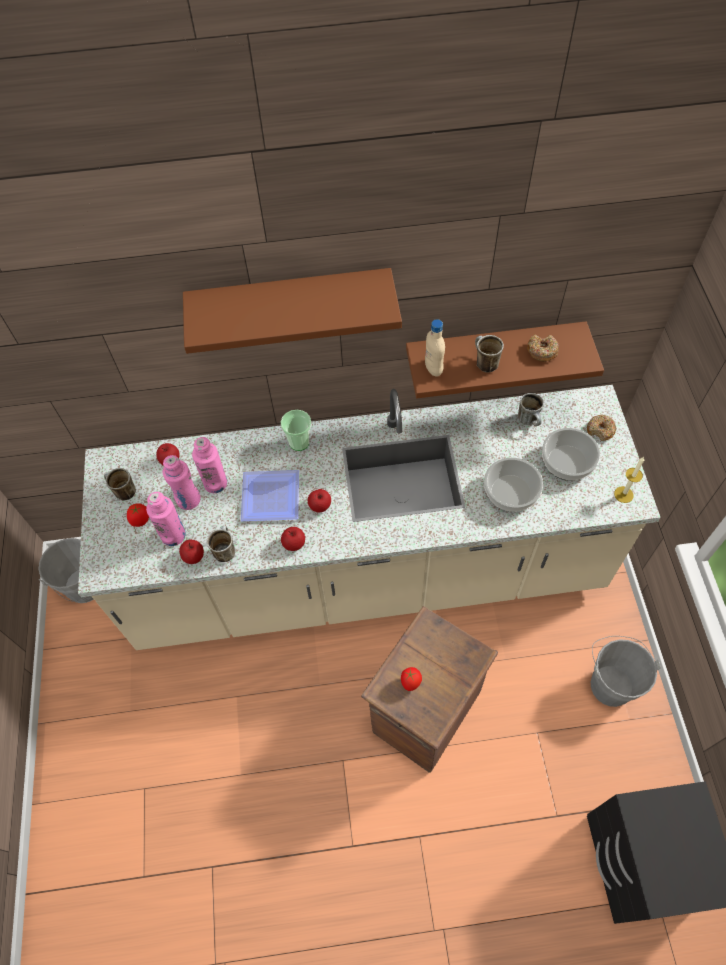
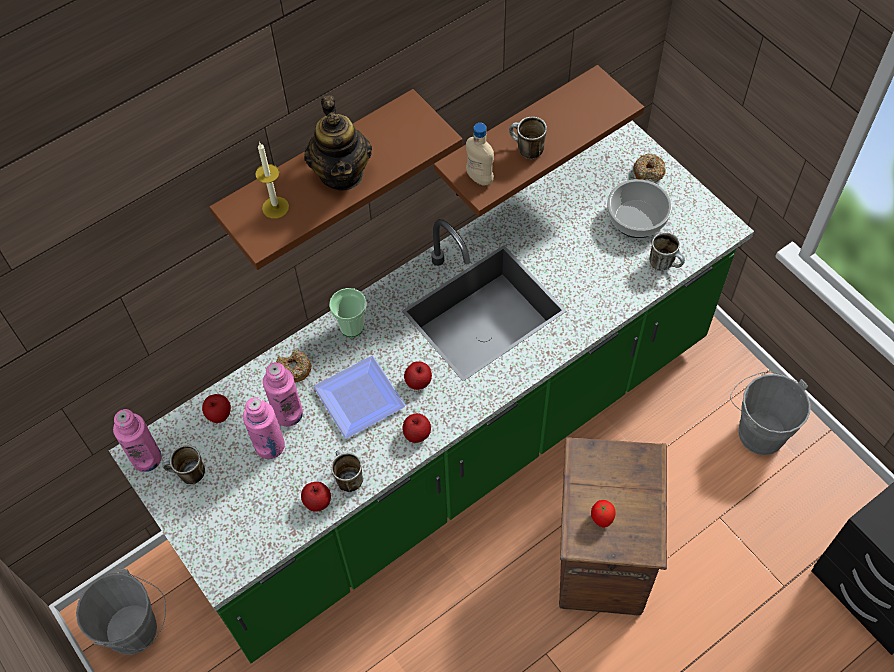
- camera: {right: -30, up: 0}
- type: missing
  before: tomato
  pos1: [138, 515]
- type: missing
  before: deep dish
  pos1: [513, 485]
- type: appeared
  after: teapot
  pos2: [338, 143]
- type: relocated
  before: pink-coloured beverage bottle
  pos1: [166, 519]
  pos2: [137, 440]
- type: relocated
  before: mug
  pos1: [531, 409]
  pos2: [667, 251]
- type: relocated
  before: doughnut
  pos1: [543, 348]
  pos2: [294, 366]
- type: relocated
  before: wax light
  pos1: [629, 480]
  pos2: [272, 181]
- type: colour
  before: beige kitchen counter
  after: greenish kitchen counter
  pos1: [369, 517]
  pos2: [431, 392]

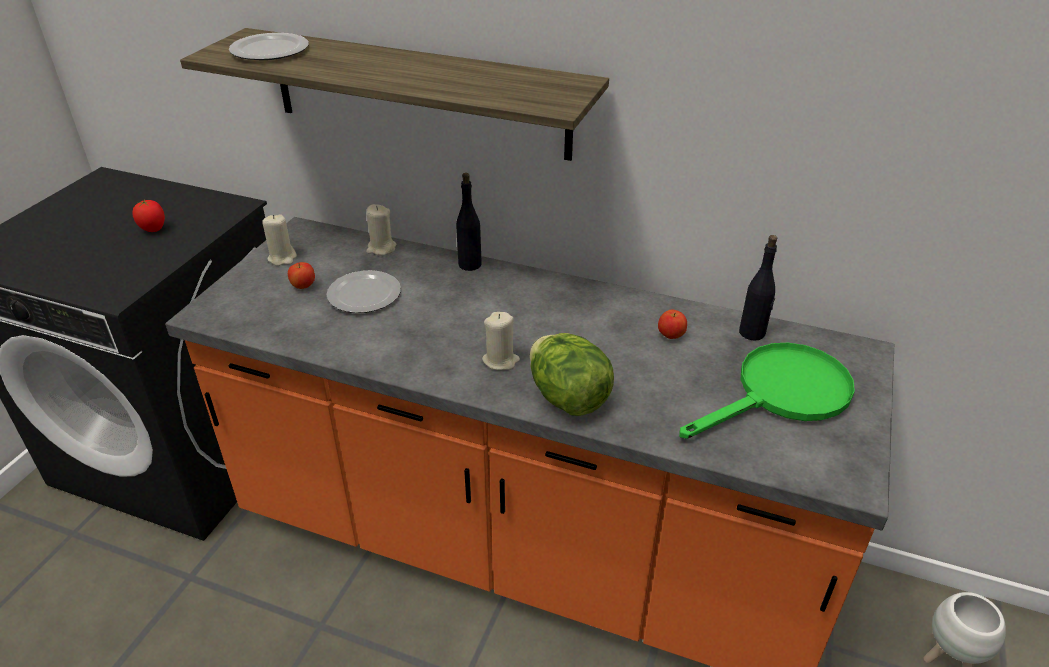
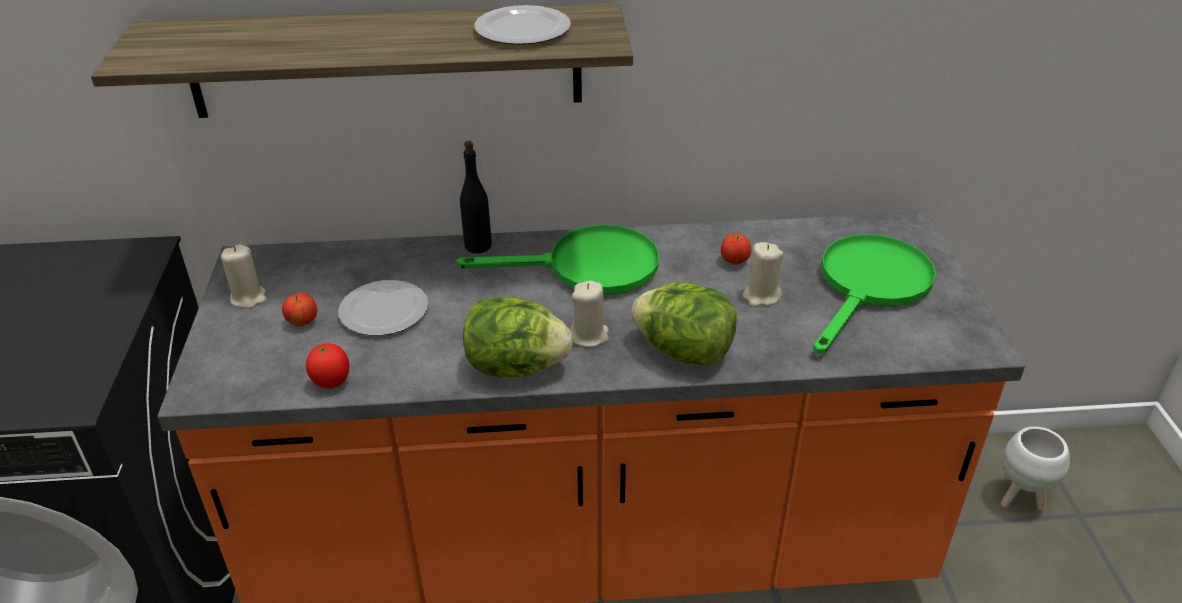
- camera: {right: -25, up: 0}
- type: missing
  before: blackish beverage bottle
  pos1: [758, 288]
- type: appeared
  after: greenish frying pan
  pos2: [557, 260]
- type: appeared
  after: head of lettuce
  pos2: [518, 337]
- type: relocated
  before: tomato
  pos1: [148, 216]
  pos2: [327, 365]
- type: relocated
  before: flat dish
  pos1: [269, 46]
  pos2: [522, 25]
- type: relocated
  before: beige wax light
  pos1: [381, 229]
  pos2: [763, 274]

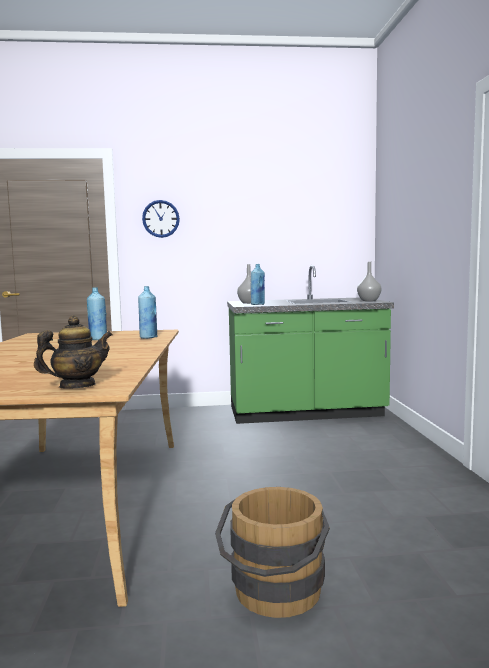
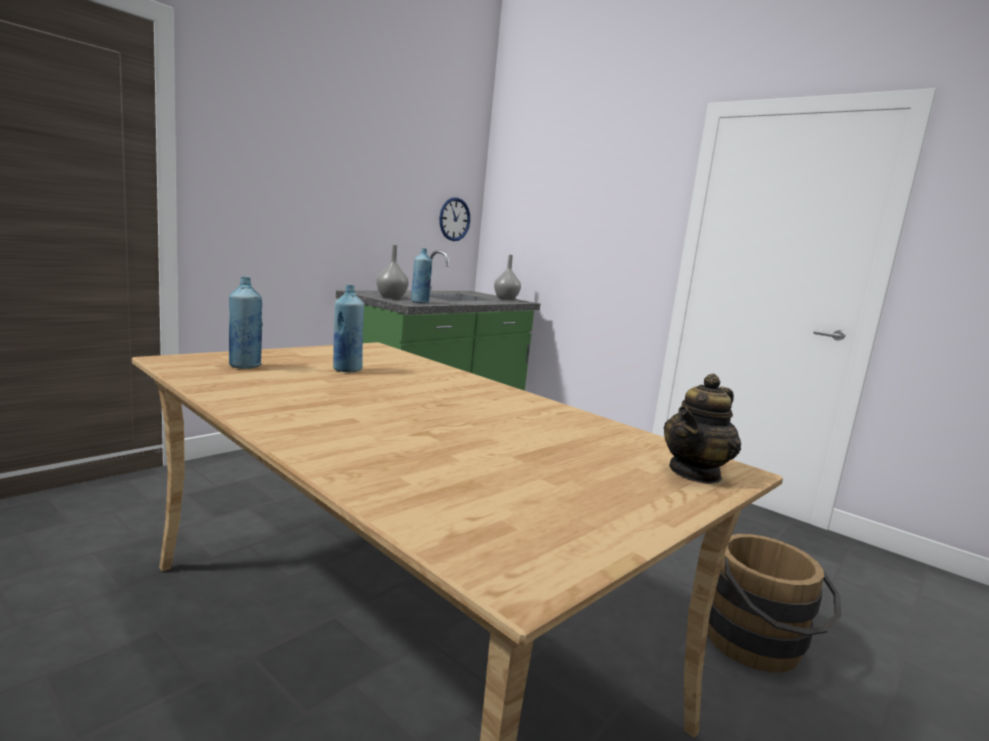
- camera: {right: -45, up: 5}
- type: relocated
  before: blue-coloured beverage bottle
  pos1: [147, 312]
  pos2: [246, 323]
- type: relocated
  before: clock on the wall
  pos1: [161, 219]
  pos2: [454, 219]
- type: spun
  before: teapot
  pos1: [73, 352]
  pos2: [702, 429]
  turn: -150

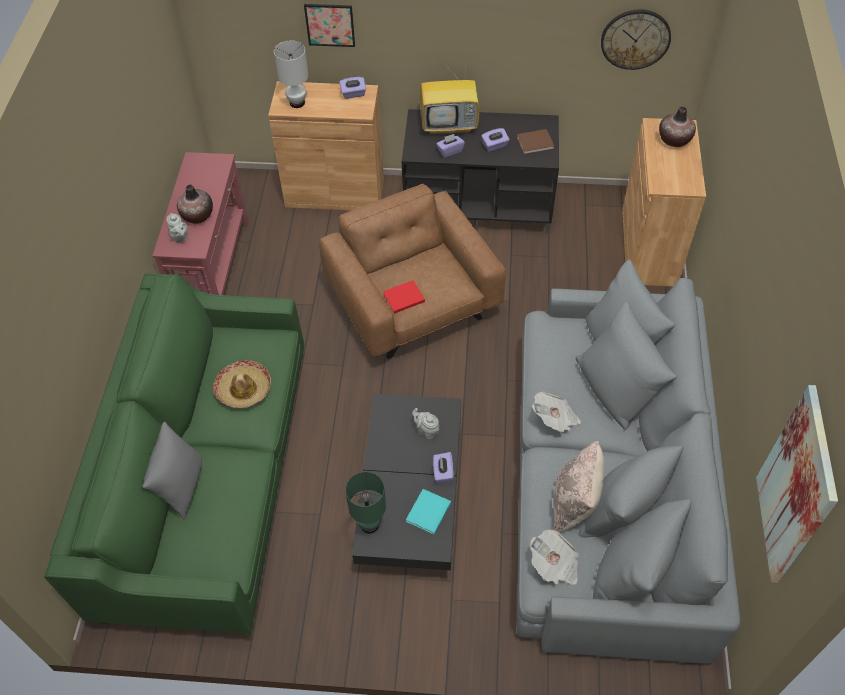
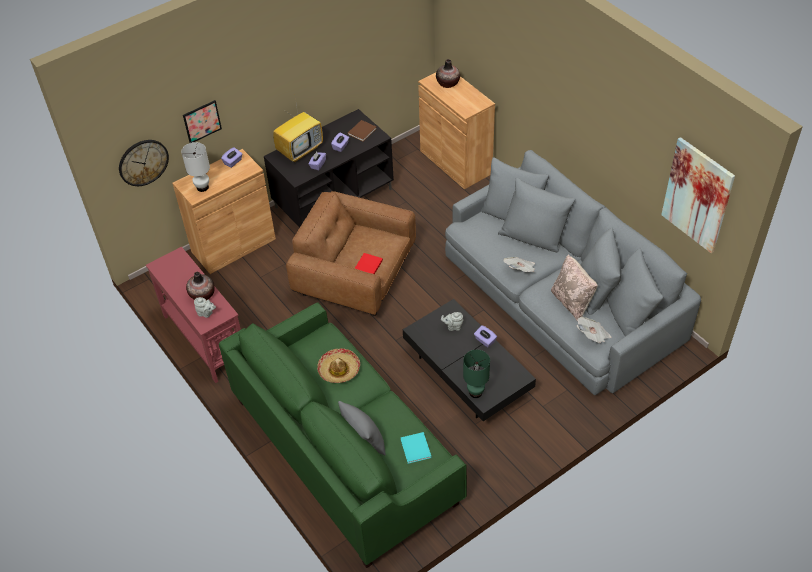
- camera: {right: -40, up: -5}
- type: relocated
  before: turquoise-coloured volume
  pos1: [428, 512]
  pos2: [416, 448]
- type: relocated
  before: clock on the wall
  pos1: [636, 39]
  pos2: [144, 163]

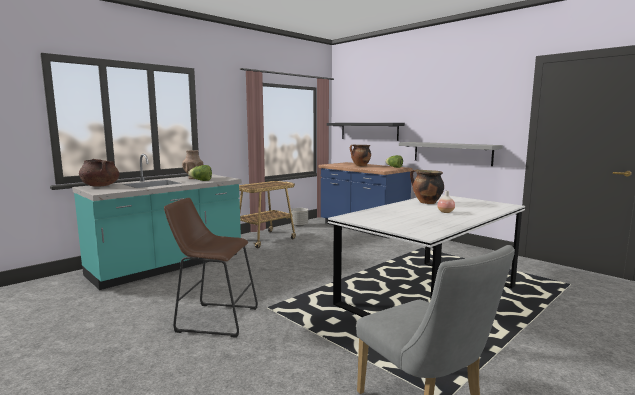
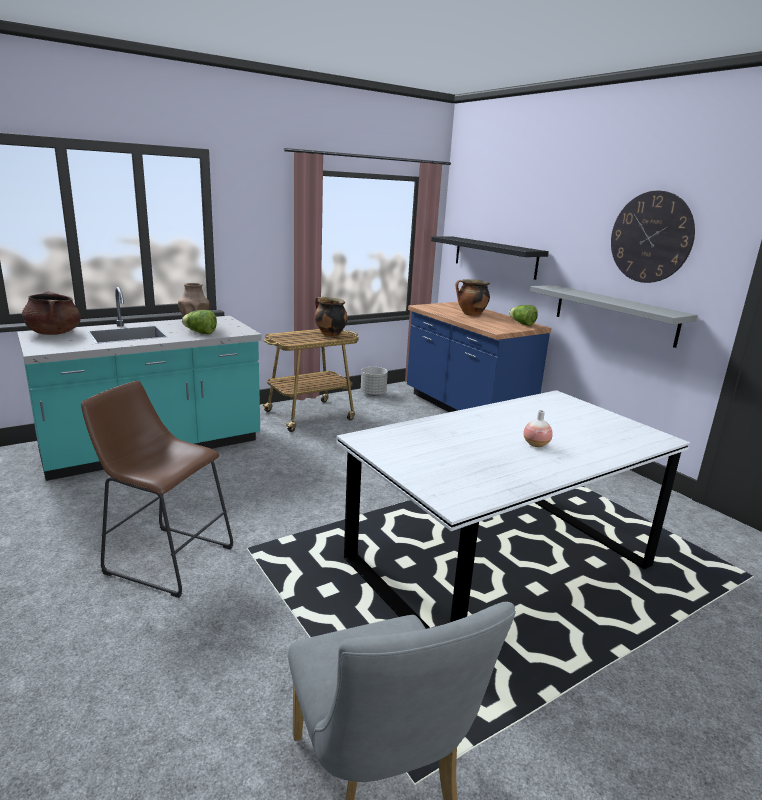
- camera: {right: 10, up: 10}
- type: appeared
  after: clock on the wall
  pos2: [653, 237]
- type: relocated
  before: cooking pot
  pos1: [427, 186]
  pos2: [331, 317]

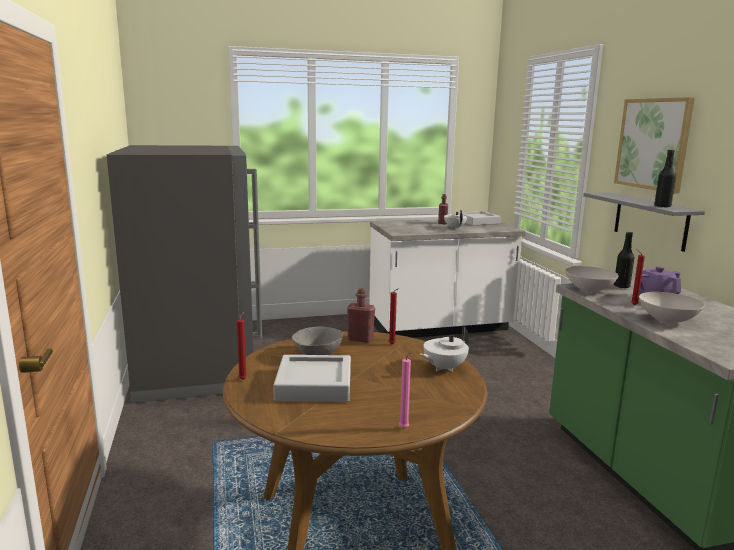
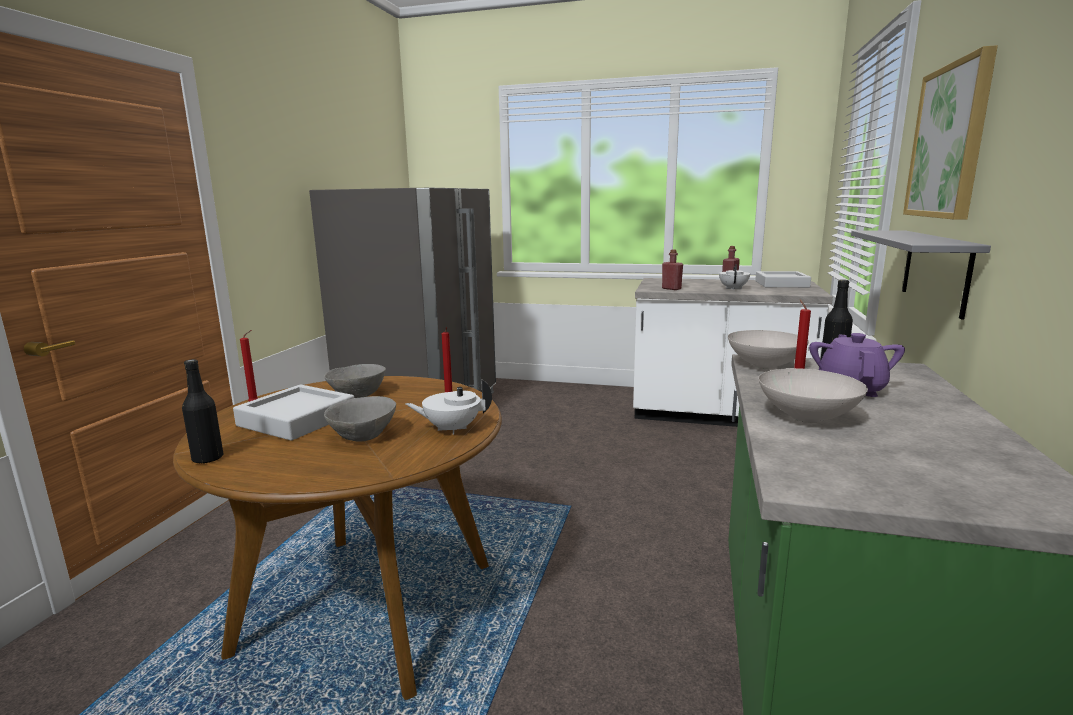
- camera: {right: 30, up: 0}
- type: missing
  before: pink-coloured wax light
  pos1: [406, 389]
- type: appeared
  after: grey deep dish
  pos2: [360, 419]
- type: relocated
  before: reddish beverage bottle
  pos1: [361, 315]
  pos2: [672, 269]
- type: relocated
  before: blackish beverage bottle
  pos1: [665, 179]
  pos2: [203, 411]

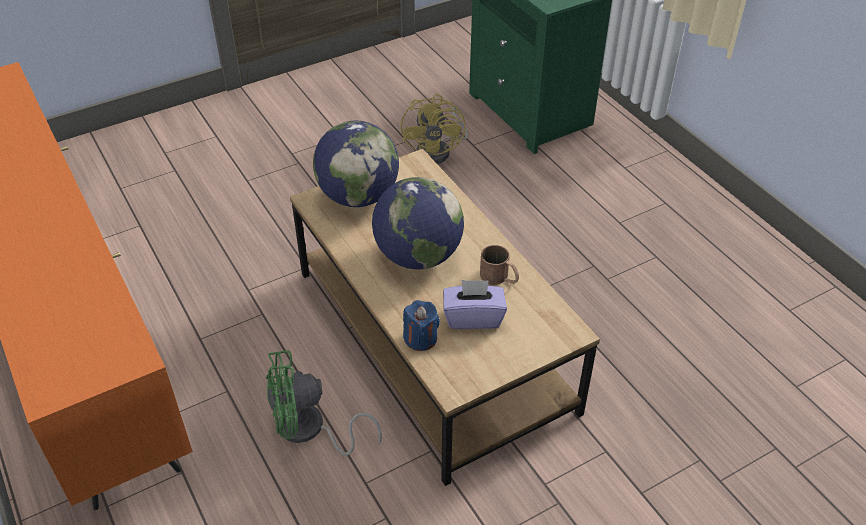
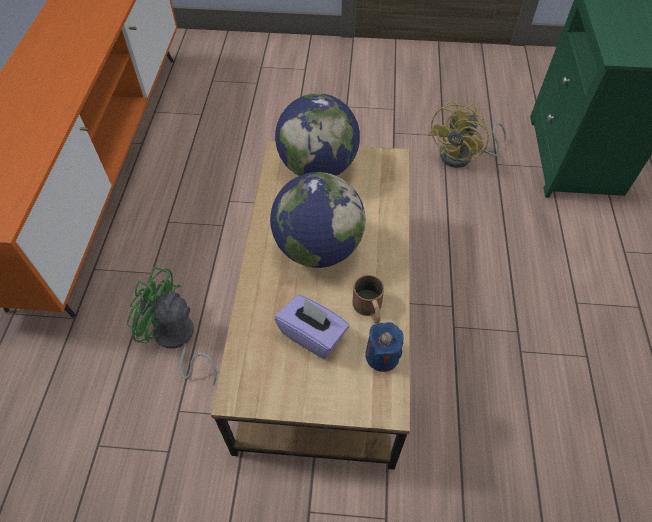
- camera: {right: 35, up: 10}
- type: relocated
  before: blue-coloured wax light
  pos1: [421, 325]
  pos2: [384, 347]

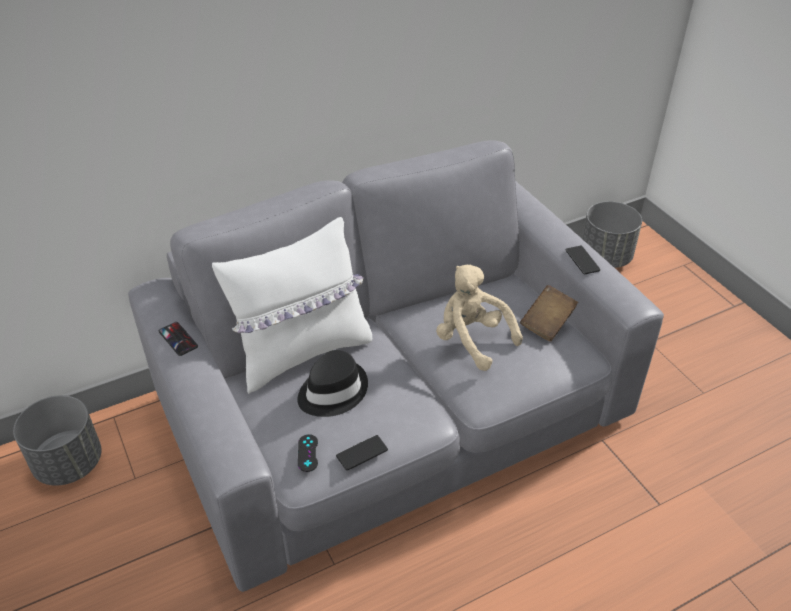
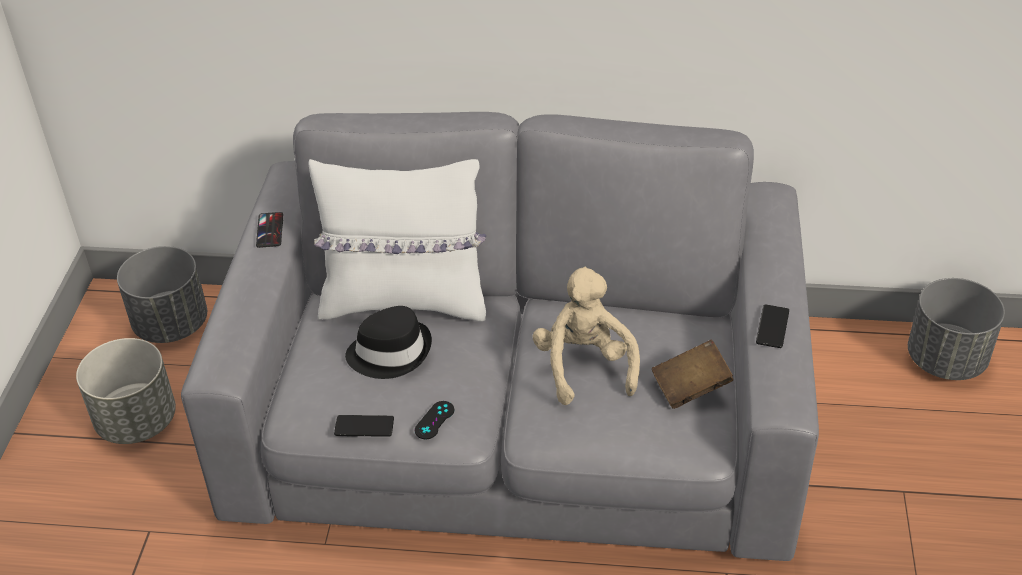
- camera: {right: 35, up: 0}
- type: appeared
  after: grey planter
  pos2: [126, 391]
- type: relocated
  before: blackish joypad
  pos1: [308, 453]
  pos2: [434, 420]

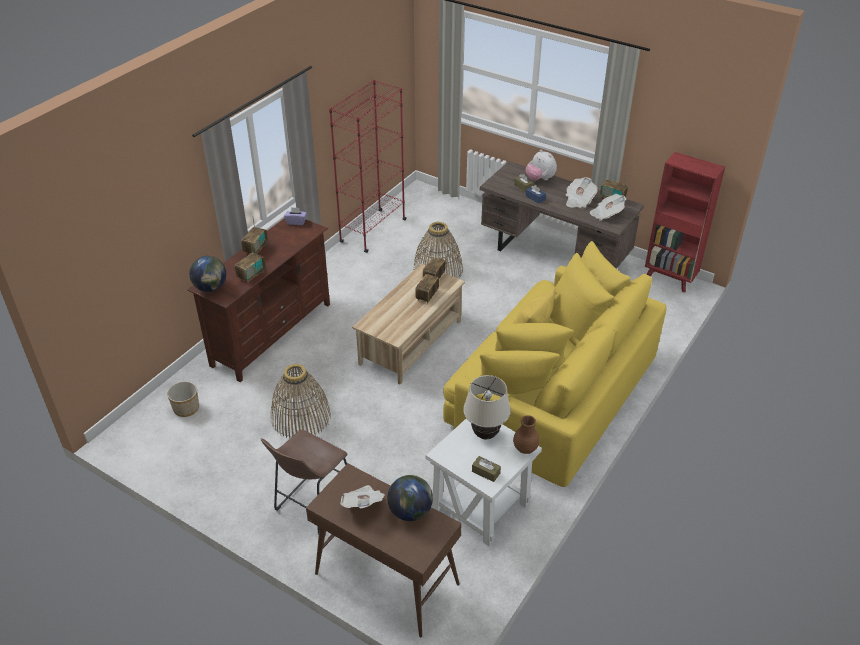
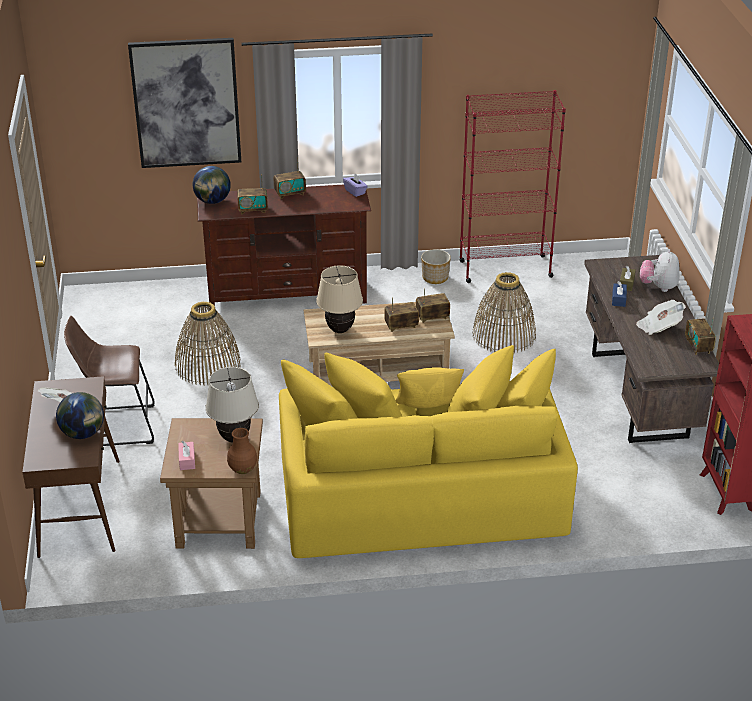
- camera: {right: 50, up: -5}
- type: missing
  before: printed paper
  pos1: [608, 207]
- type: appeared
  after: wall art
  pos2: [184, 103]
- type: appeared
  after: beige lamp for a table
  pos2: [339, 299]
- type: relocated
  before: planter
  pos1: [183, 399]
  pos2: [436, 266]
- type: colour
  before: whitish accent table
  after: brown-coloured accent table
  pos1: [484, 482]
  pos2: [211, 483]
- type: colour
  before: brown-coloured box of tissues
  after: pink-coloured box of tissues
  pos1: [486, 469]
  pos2: [186, 455]

